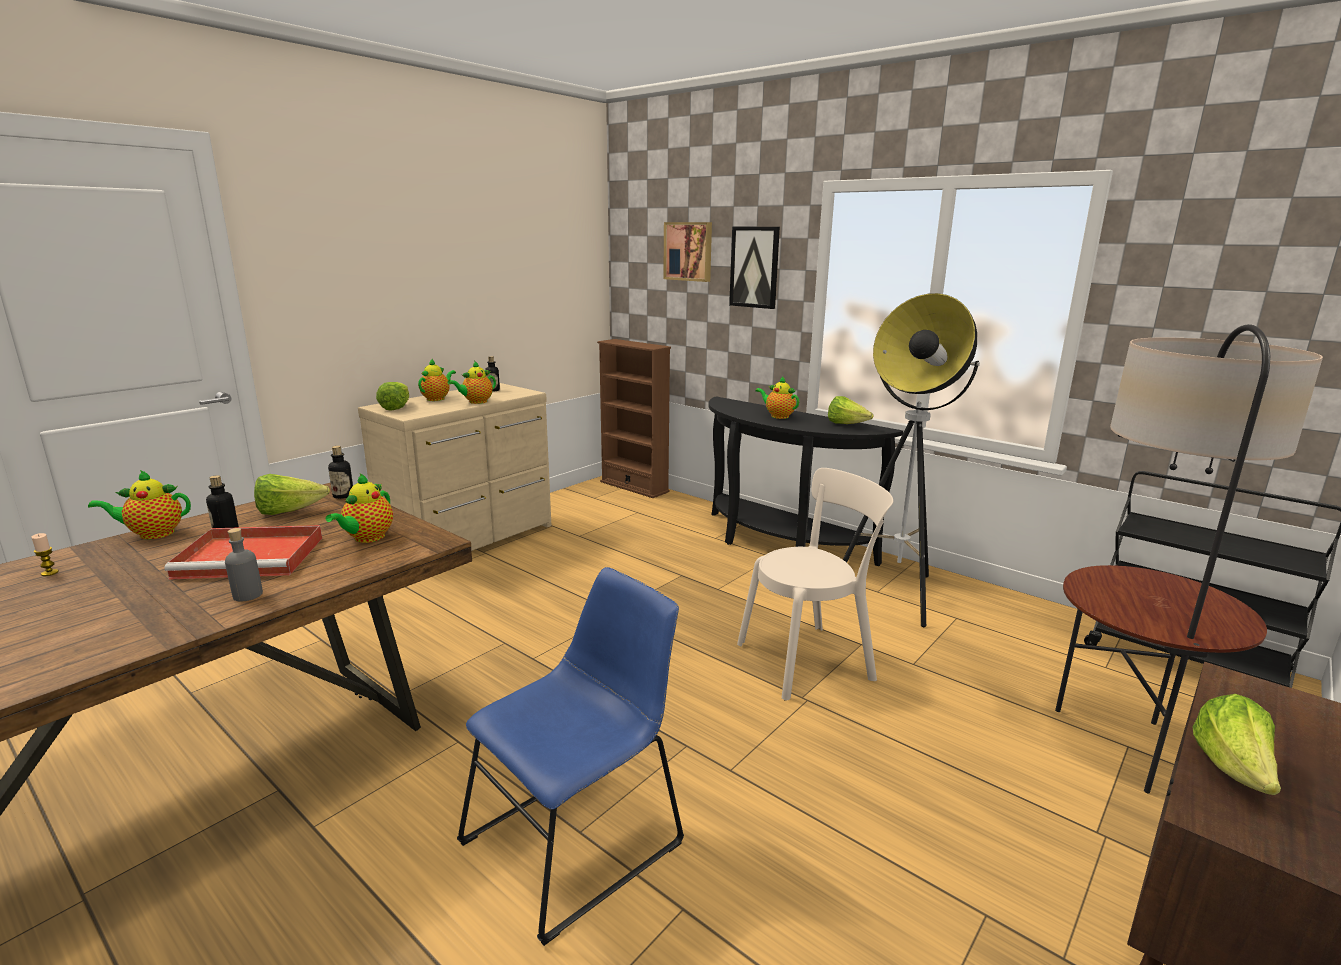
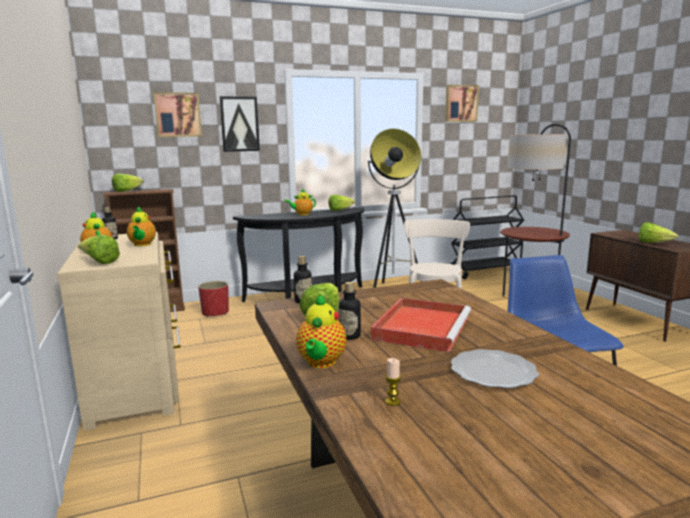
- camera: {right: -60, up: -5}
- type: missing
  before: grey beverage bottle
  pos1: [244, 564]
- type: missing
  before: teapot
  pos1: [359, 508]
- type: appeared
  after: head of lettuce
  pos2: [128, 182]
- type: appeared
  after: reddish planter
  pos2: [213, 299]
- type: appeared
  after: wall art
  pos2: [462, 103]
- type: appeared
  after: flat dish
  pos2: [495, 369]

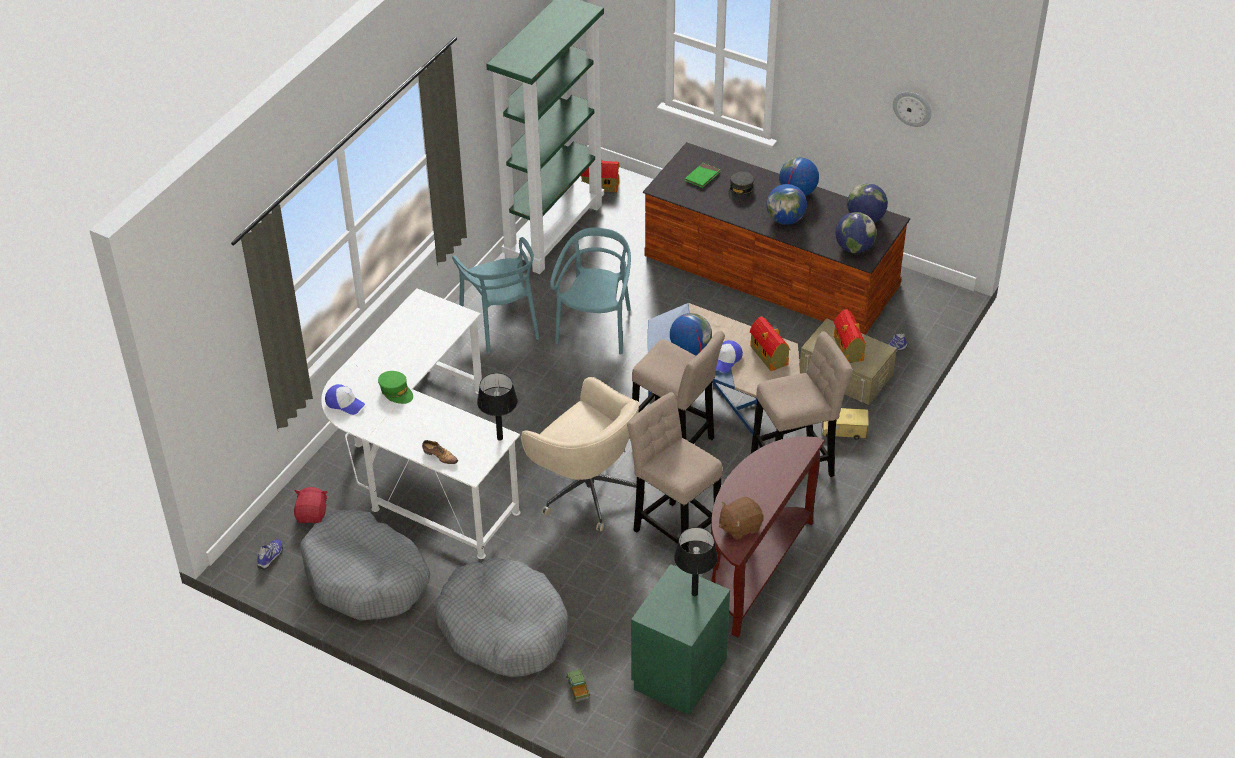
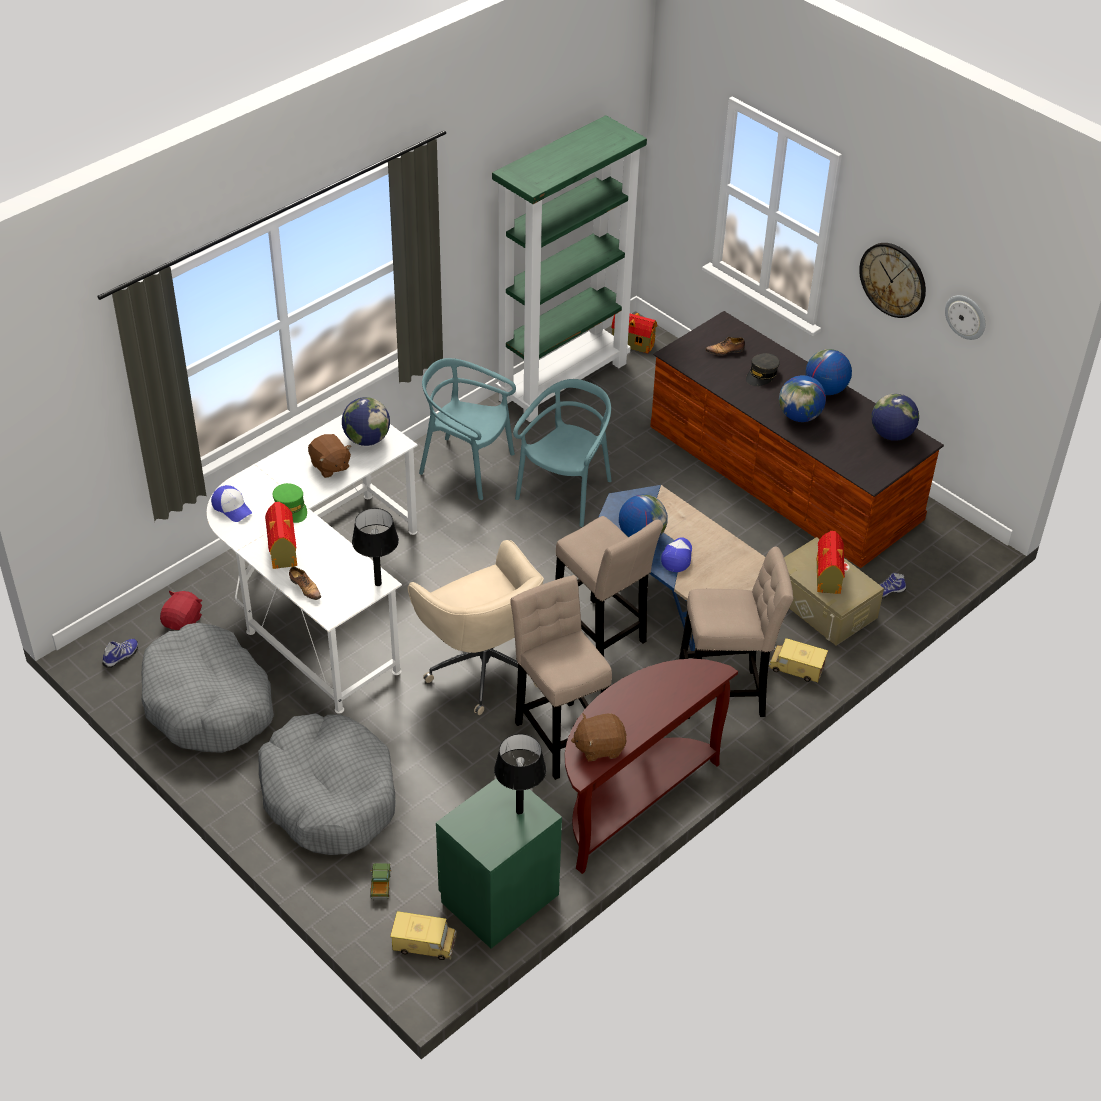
- camera: {right: 15, up: 0}
- type: appeared
  after: brown-coloured plush toy
  pos2: [329, 456]
- type: appeared
  after: model truck
  pos2: [423, 935]
- type: appeared
  after: clock on the wall
  pos2: [892, 280]
- type: relocated
  before: model house
  pos1: [770, 343]
  pos2: [281, 535]
- type: relocated
  before: globe
  pos1: [856, 232]
  pos2: [366, 421]
- type: exchanged
  before: greenish volume
  after: shoe
  pos1: [702, 175]
  pos2: [725, 346]
- type: spun
  before: turquoise-coloured upright chair
  pos1: [495, 295]
  pos2: [467, 429]
  turn: 120
- type: spun
  before: baseball cap
  pos1: [729, 356]
  pos2: [676, 554]
  turn: 150

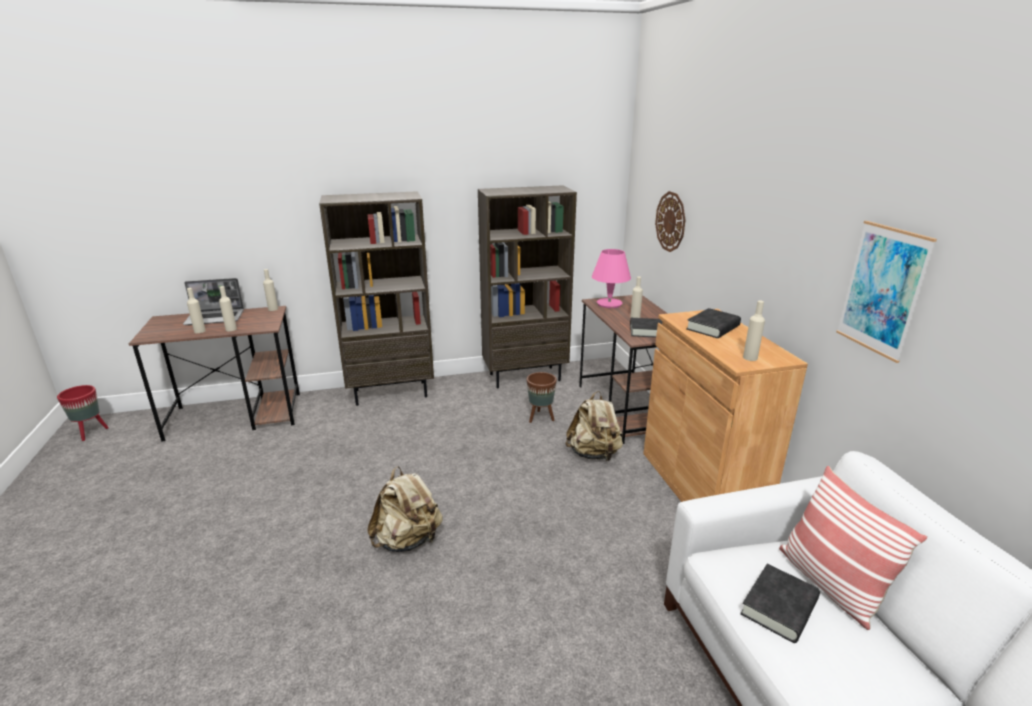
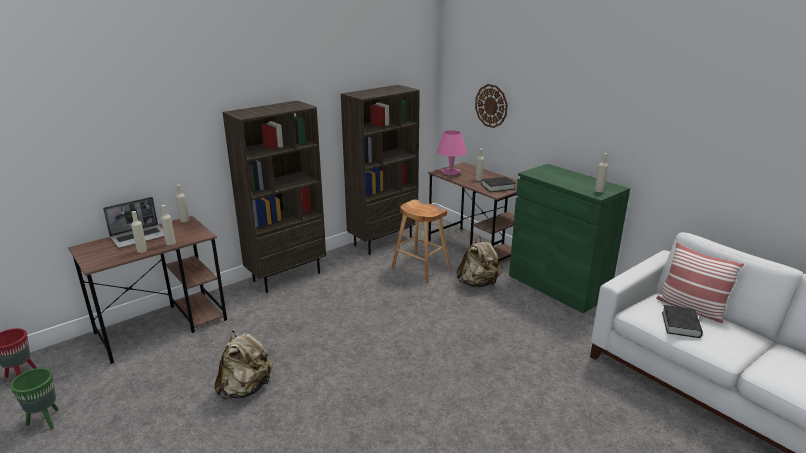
- camera: {right: -25, up: 0}
- type: missing
  before: blackish volume
  pos1: [713, 323]
- type: missing
  before: wall art
  pos1: [886, 292]
- type: appeared
  after: greenish planter
  pos2: [34, 399]
- type: relocated
  before: beige knapsack
  pos1: [405, 509]
  pos2: [243, 364]
- type: exchanged
  before: brown-coloured planter
  after: brown-coloured stool
  pos1: [542, 397]
  pos2: [420, 241]
- type: colour
  before: brown-coloured storage cabinet
  after: greenish storage cabinet
  pos1: [725, 405]
  pos2: [569, 238]

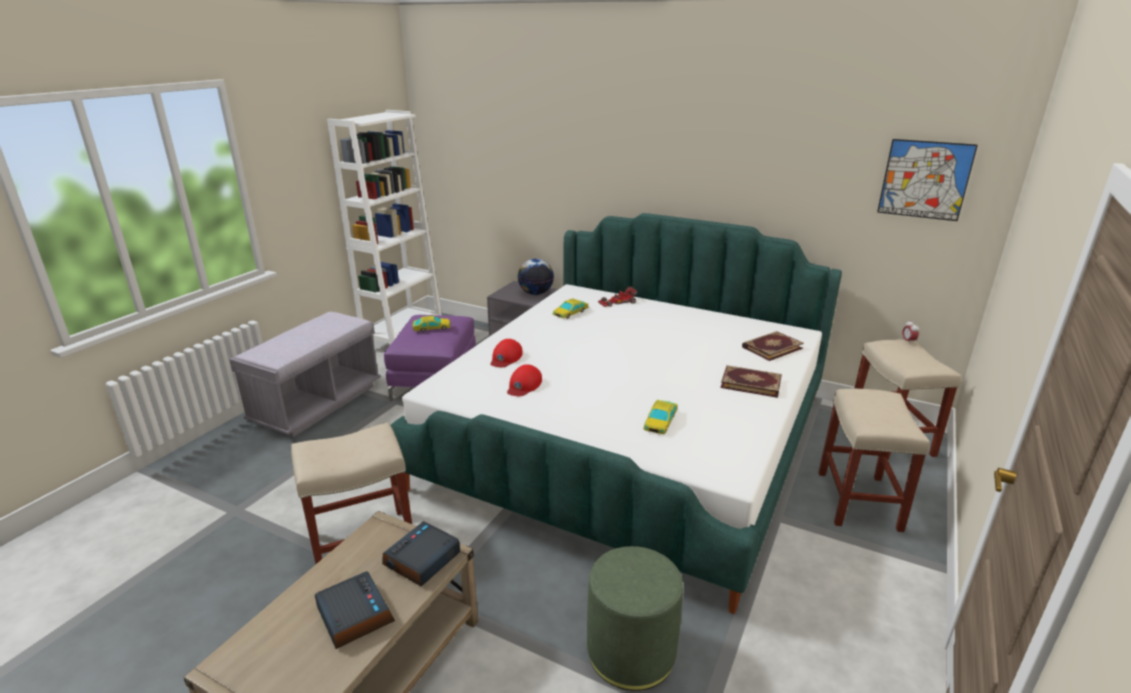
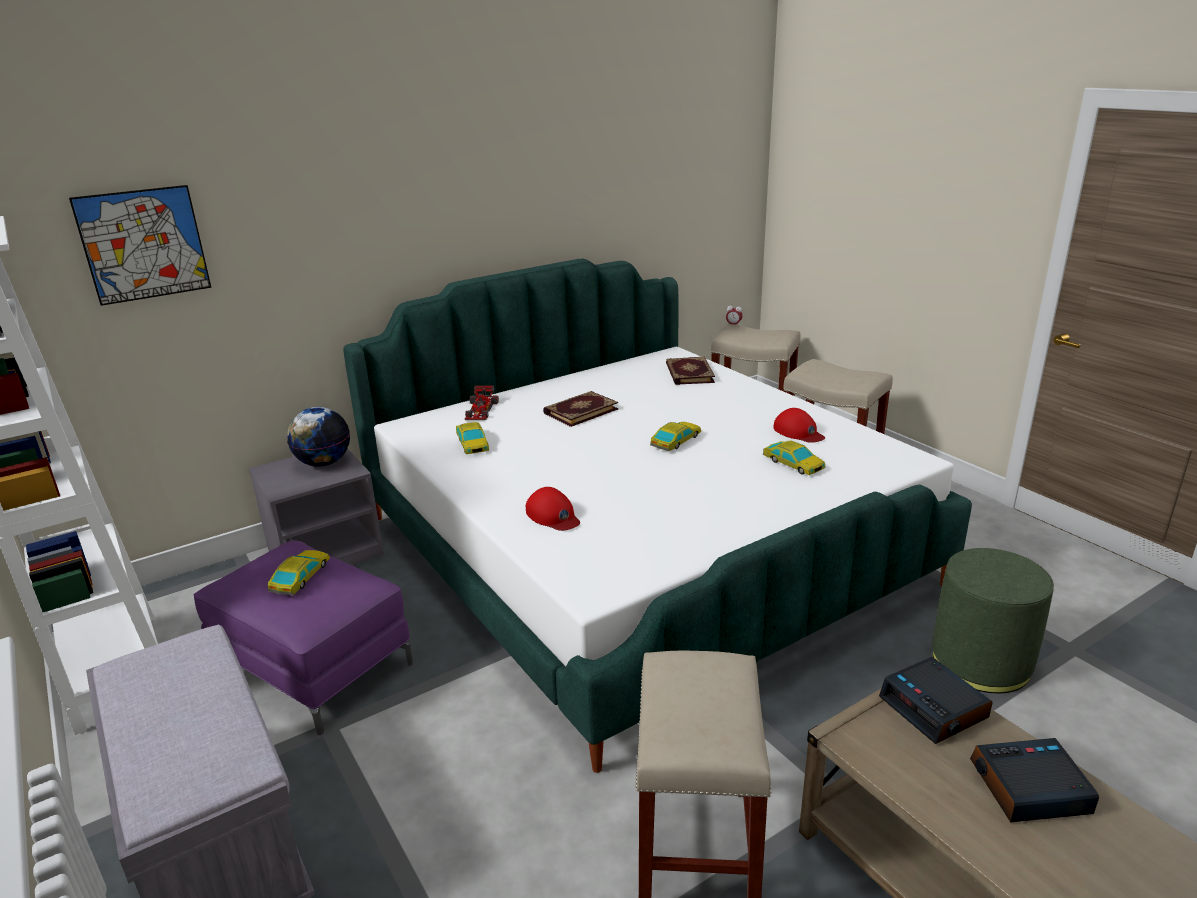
- camera: {right: -60, up: 0}
- type: appeared
  after: model car
  pos2: [675, 436]
- type: relocated
  before: reddish baseball cap
  pos1: [524, 380]
  pos2: [799, 425]
- type: relocated
  before: volume
  pos1: [751, 381]
  pos2: [580, 409]
- type: relocated
  before: wall art
  pos1: [927, 180]
  pos2: [140, 245]

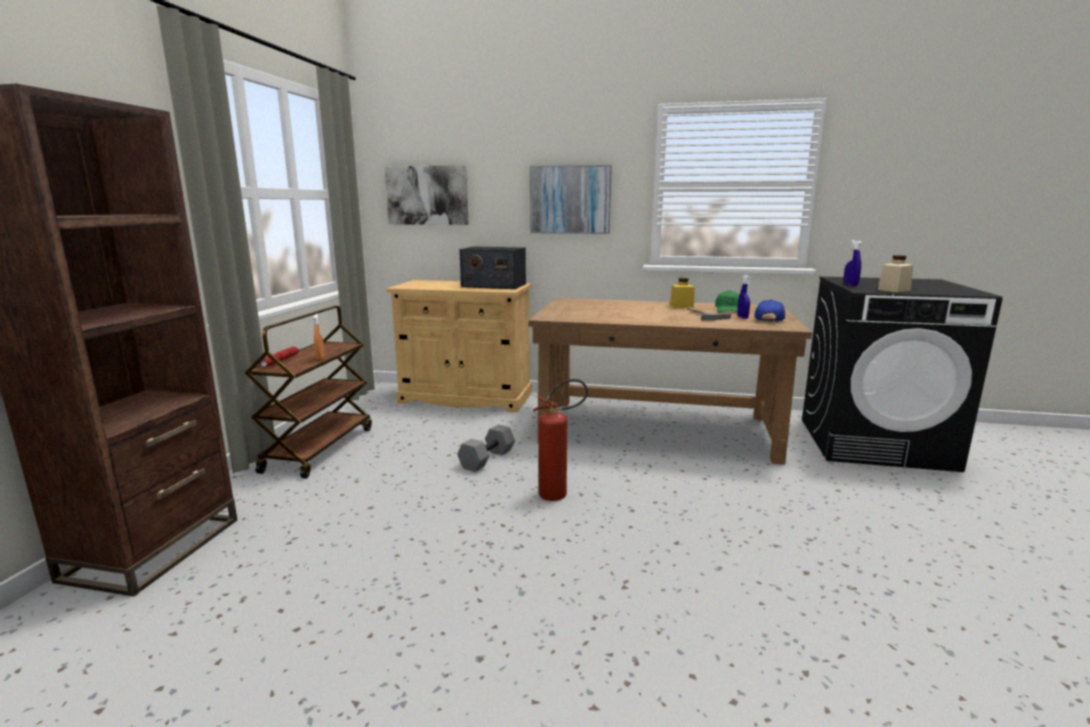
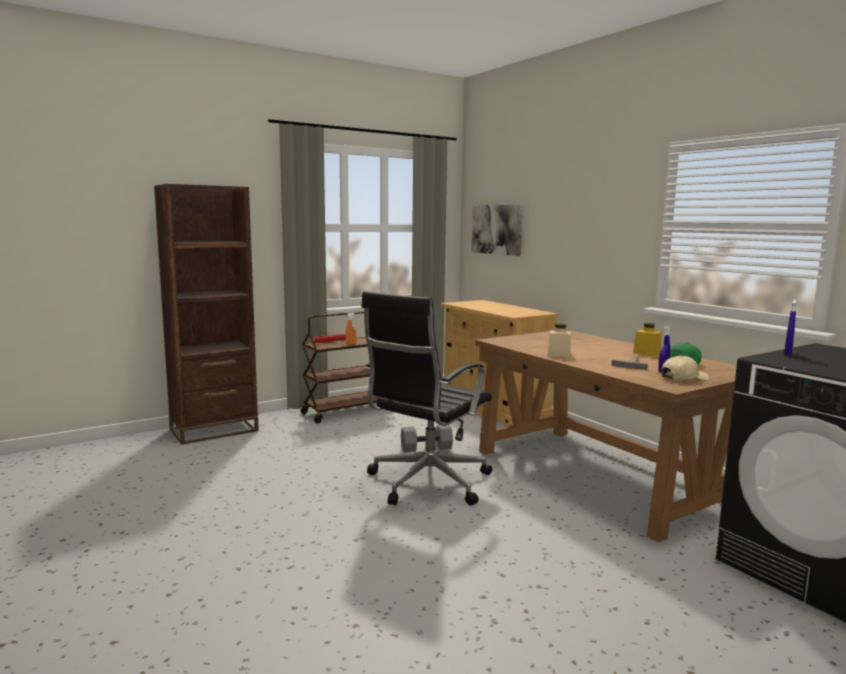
- camera: {right: 45, up: -5}
- type: missing
  before: radio set
  pos1: [492, 267]
- type: missing
  before: wall art
  pos1: [571, 199]
- type: relocated
  before: beige storage jar
  pos1: [896, 273]
  pos2: [559, 340]
- type: exchanged
  before: extinguisher
  after: blackish office chair
  pos1: [560, 440]
  pos2: [426, 398]
- type: colour
  before: blue-coloured baseball cap
  after: beige baseball cap
  pos1: [770, 311]
  pos2: [685, 368]

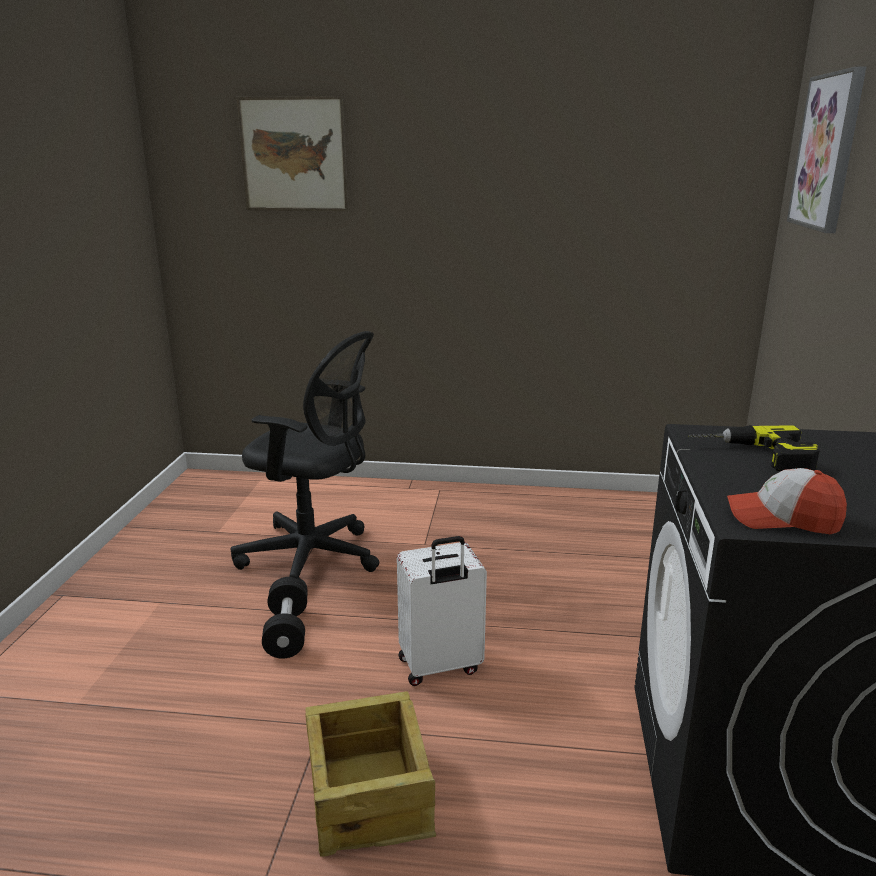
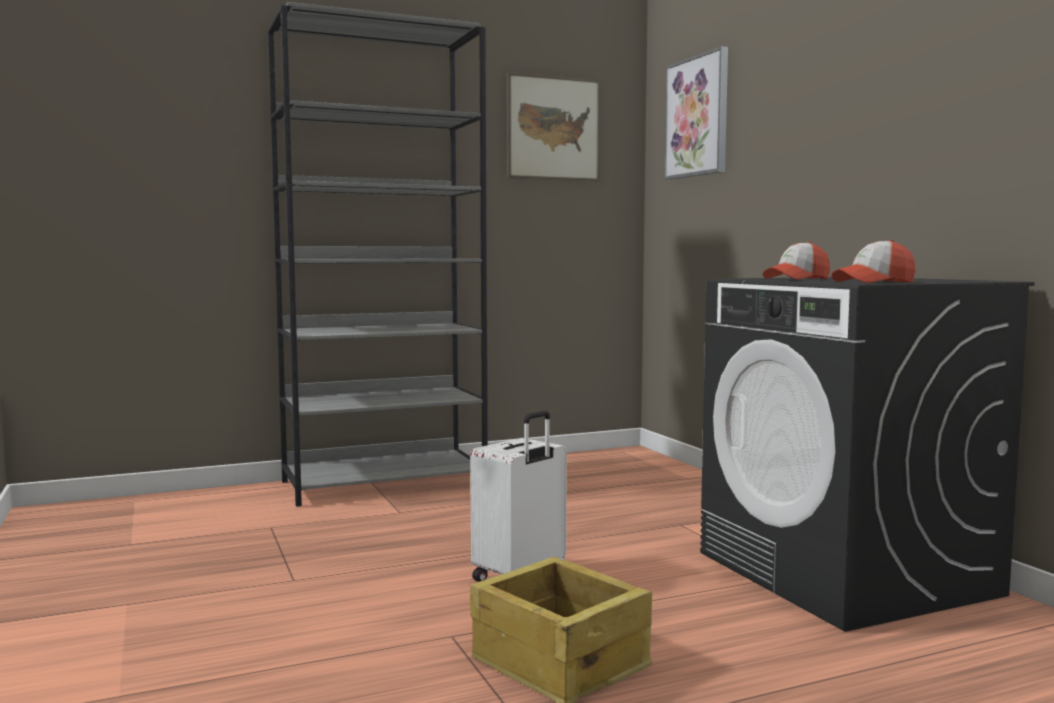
- camera: {right: -30, up: -15}
- type: missing
  before: blackish office chair
  pos1: [304, 459]
- type: missing
  before: blackish free weight
  pos1: [285, 618]
- type: appeared
  after: grey bookshelf
  pos2: [378, 254]
- type: relocated
  before: wall art
  pos1: [292, 153]
  pos2: [553, 126]
- type: exchanged
  before: electric drill
  after: baseball cap
  pos1: [754, 448]
  pos2: [796, 261]

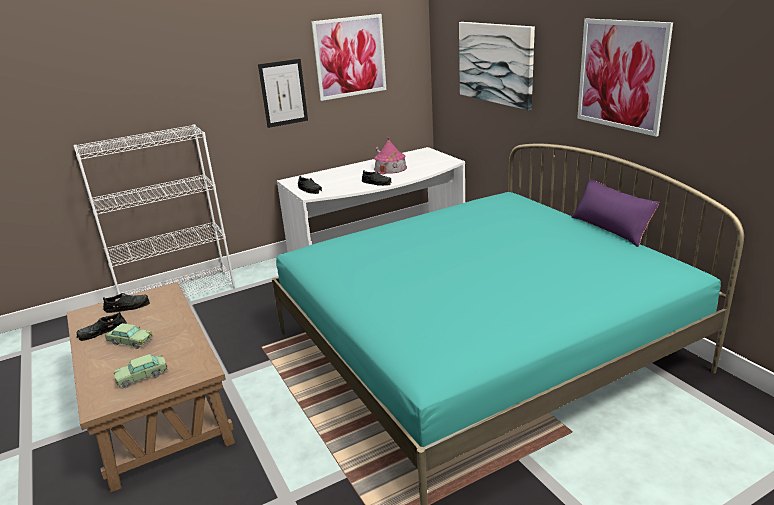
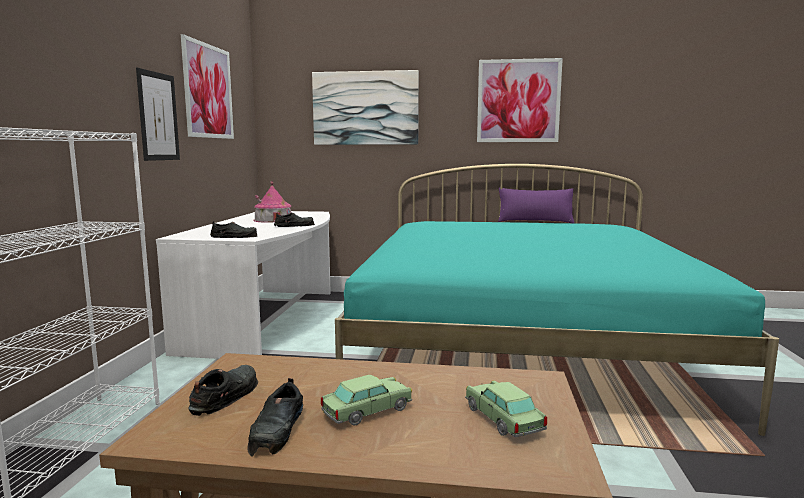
- camera: {right: -55, up: -15}
- type: spun
  before: model car
  pos1: [140, 371]
  pos2: [506, 408]
  turn: 150

